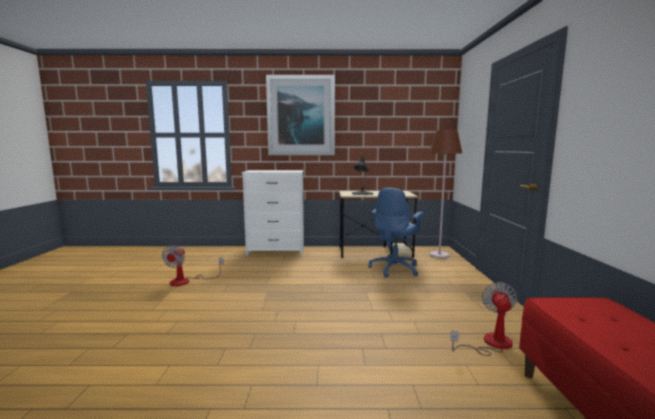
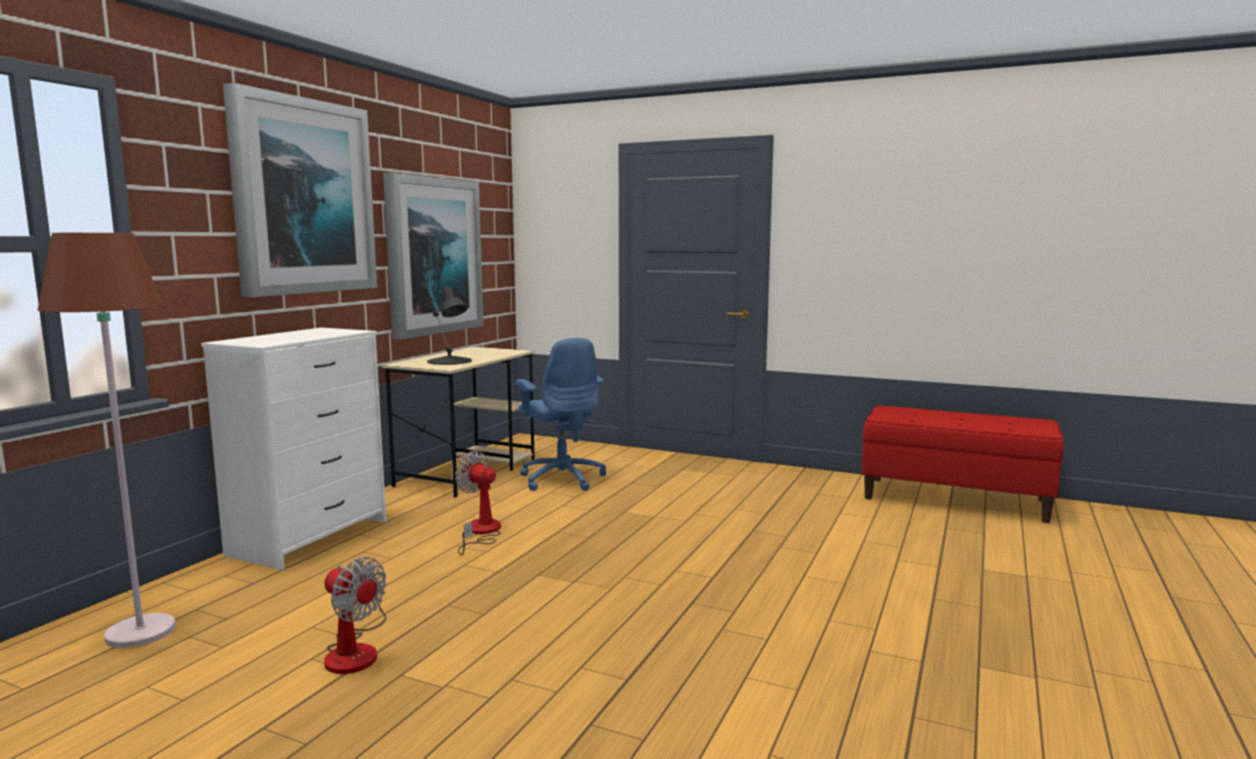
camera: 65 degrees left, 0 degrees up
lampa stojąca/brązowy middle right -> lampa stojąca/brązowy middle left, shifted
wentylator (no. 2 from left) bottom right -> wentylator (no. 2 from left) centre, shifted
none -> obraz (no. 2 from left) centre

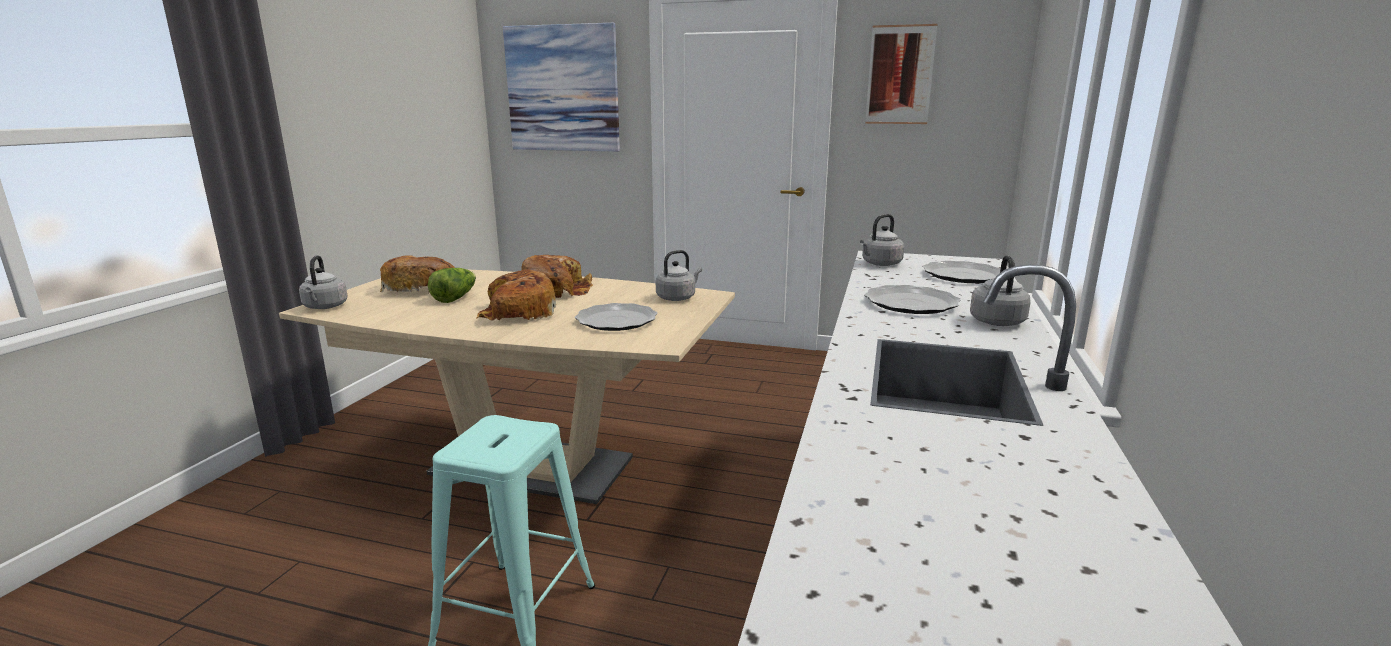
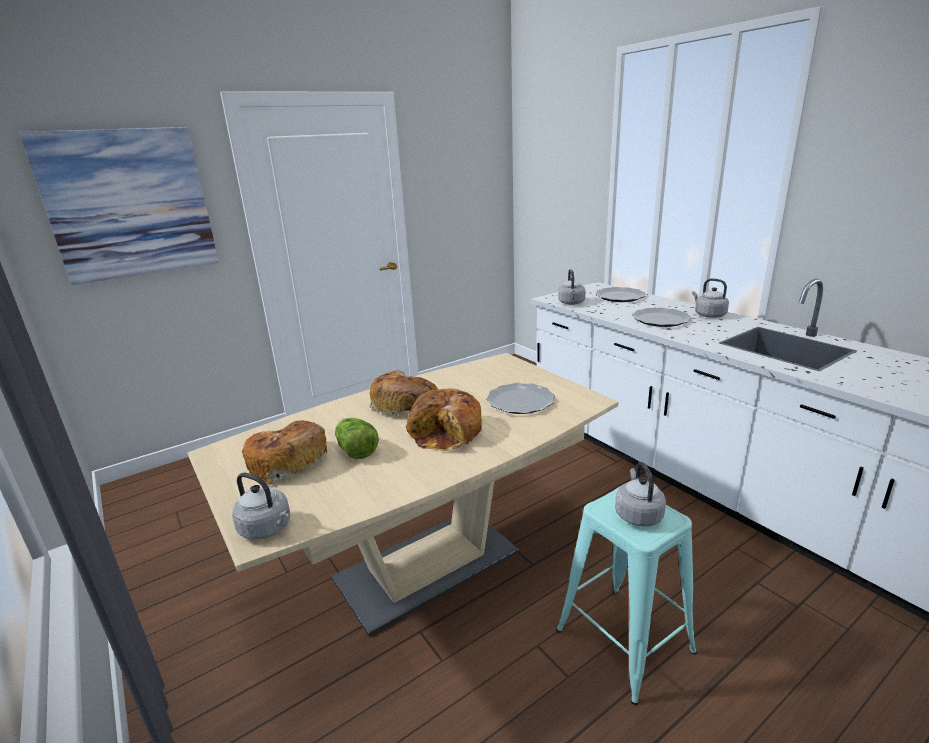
camera: 50 degrees left, 5 degrees up
czajnik/szary (no. 2 from left in the first image) centre -> czajnik/szary (no. 3 from left) middle right, shifted
obraz (no. 2 from left) top centre -> none

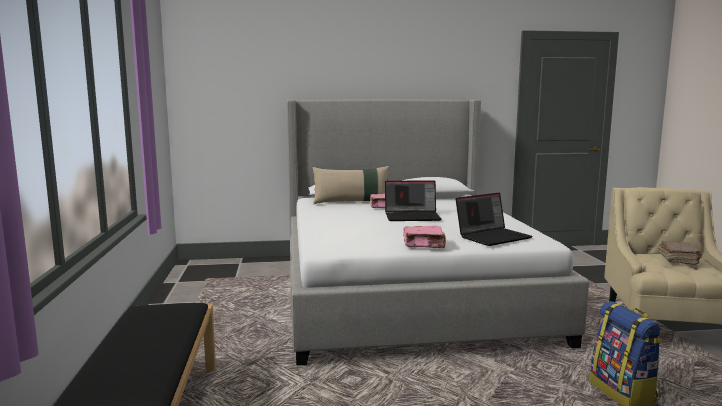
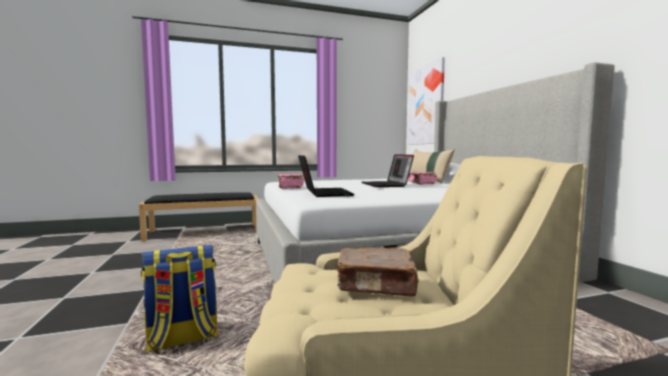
camera: 80 degrees right, 5 degrees down
laptop (no. 2 from left in the first image) middle right -> laptop (no. 1 from left) centre, 150 degrees counterclockwise
none -> obraz top centre

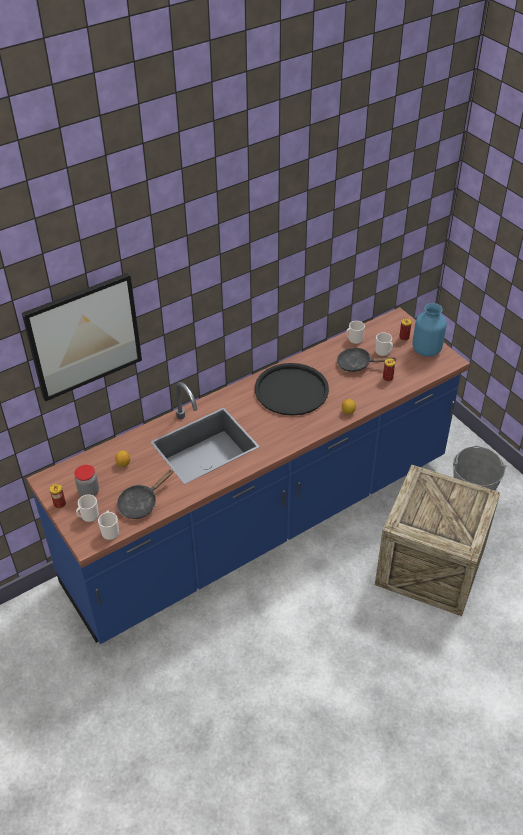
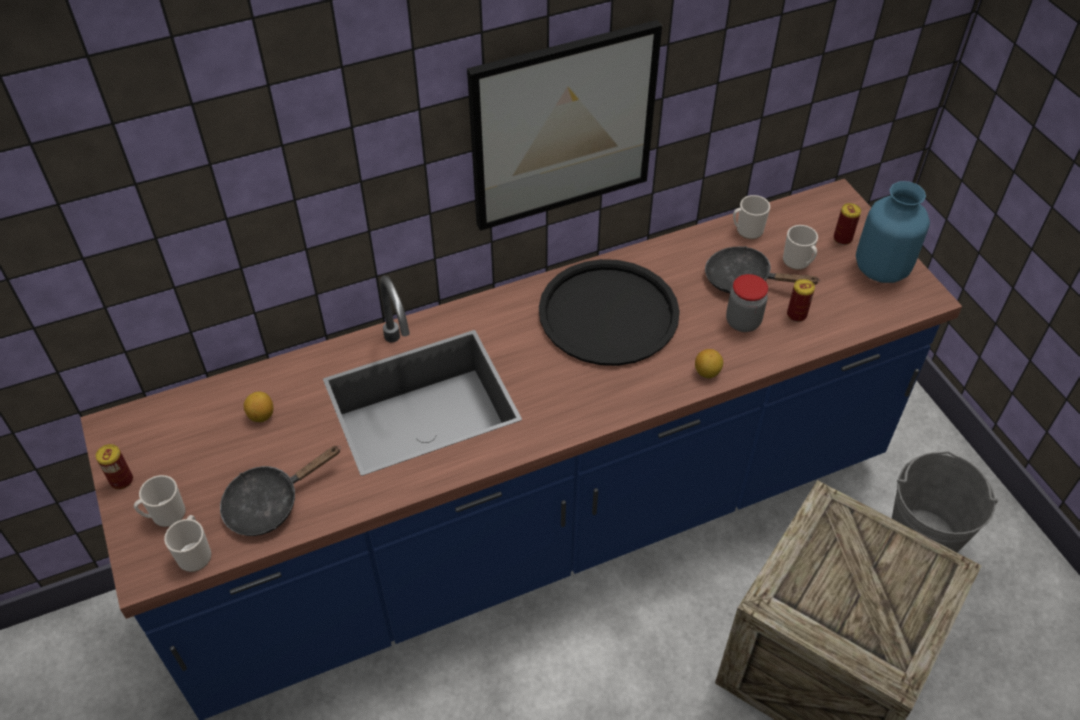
camera: 10 degrees right, 5 degrees up
obraz middle left -> obraz top centre, shifted
słoik middle left -> słoik middle right, shifted

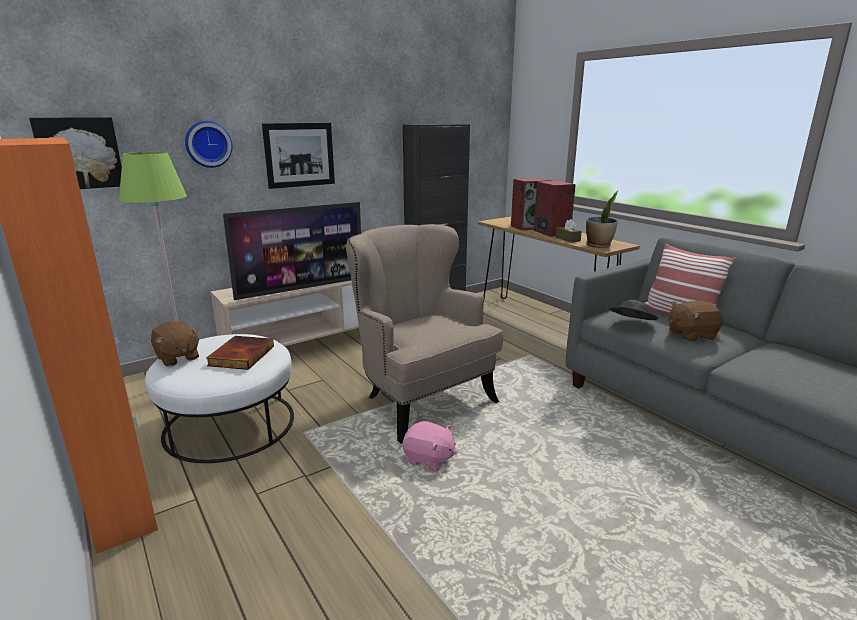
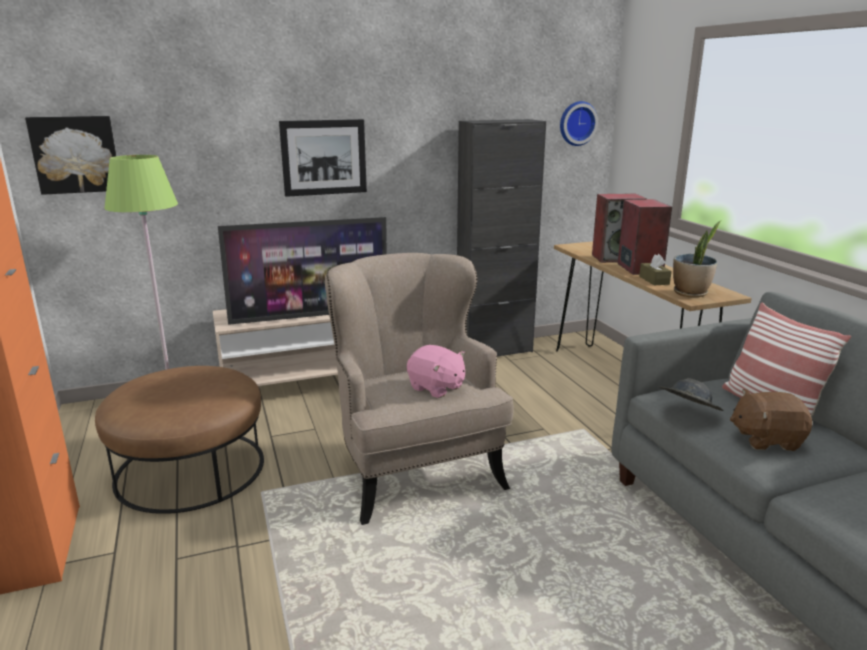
camera: 15 degrees right, 0 degrees up
pufa/biały middle left -> pufa/brązowy bottom left
pluszak/brązowy (no. 1 from left) middle left -> none
zegar ścienny top left -> zegar ścienny top right, shifted
książka middle left -> none
pluszak/różowy bottom centre -> pluszak/różowy centre, shifted

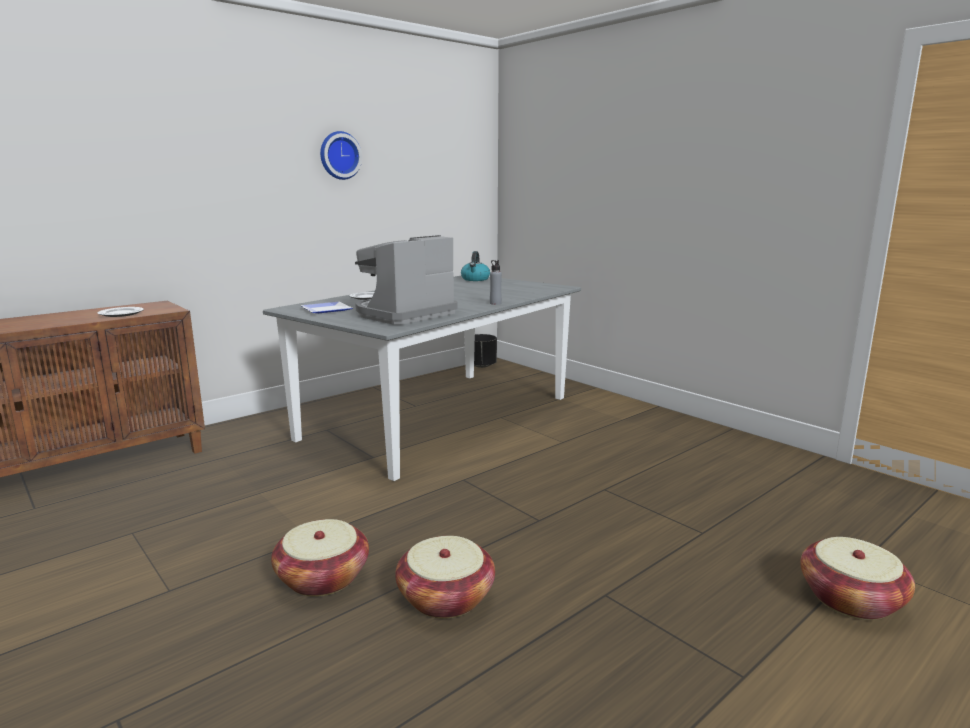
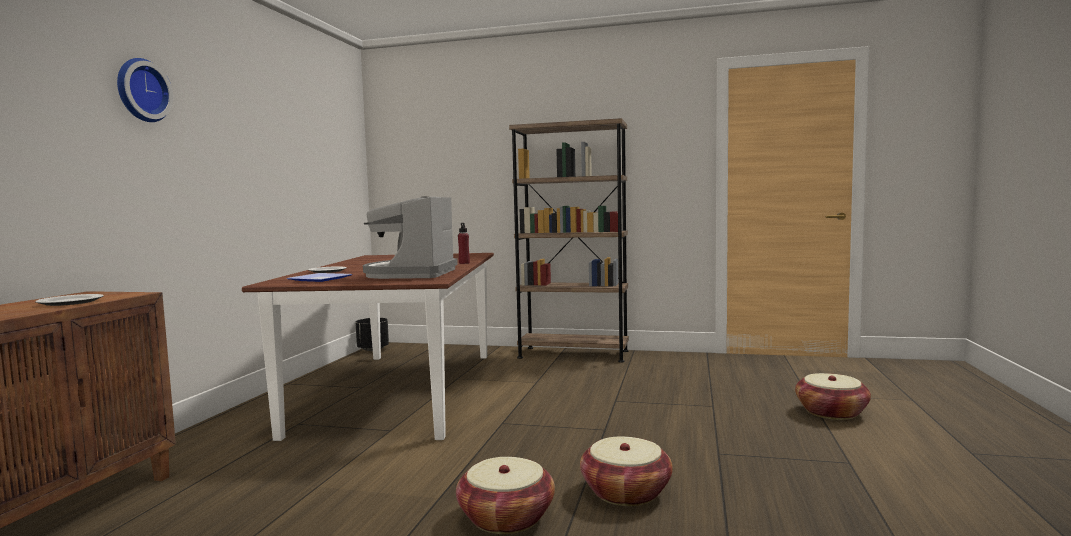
camera: 35 degrees left, 10 degrees down
stół jadalny/szary centre -> stół jadalny/brązowy centre
zegar ścienny top centre -> zegar ścienny top left, shifted
czajnik centre -> none
butelka/szary centre -> butelka/czerwony centre
none -> regał/brązowy centre

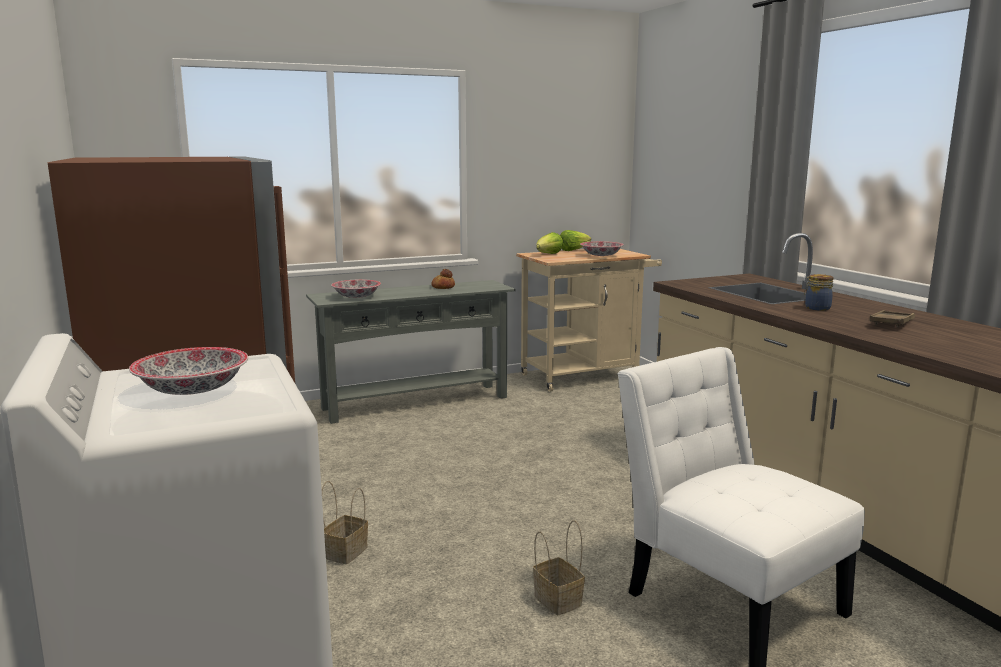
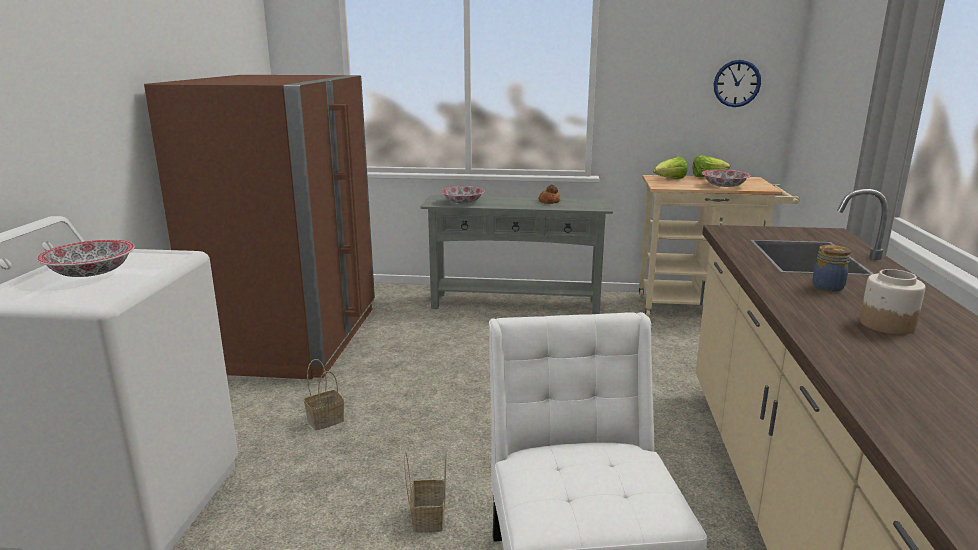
camera: 30 degrees right, 5 degrees up
taca/brązowy middle right -> słoik (no. 2 from left) middle right
none -> zegar ścienny top right

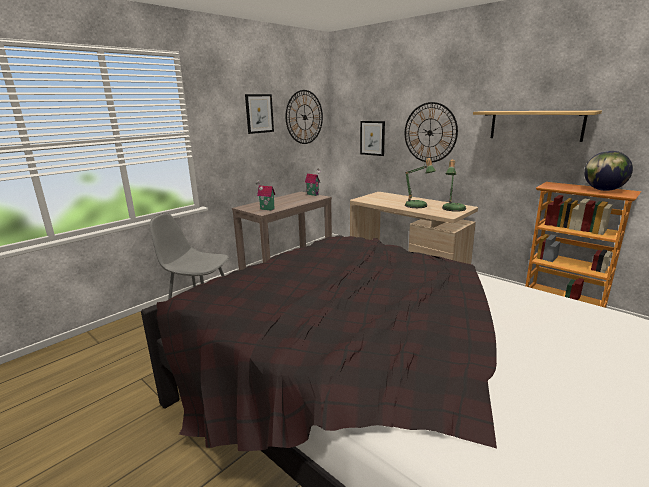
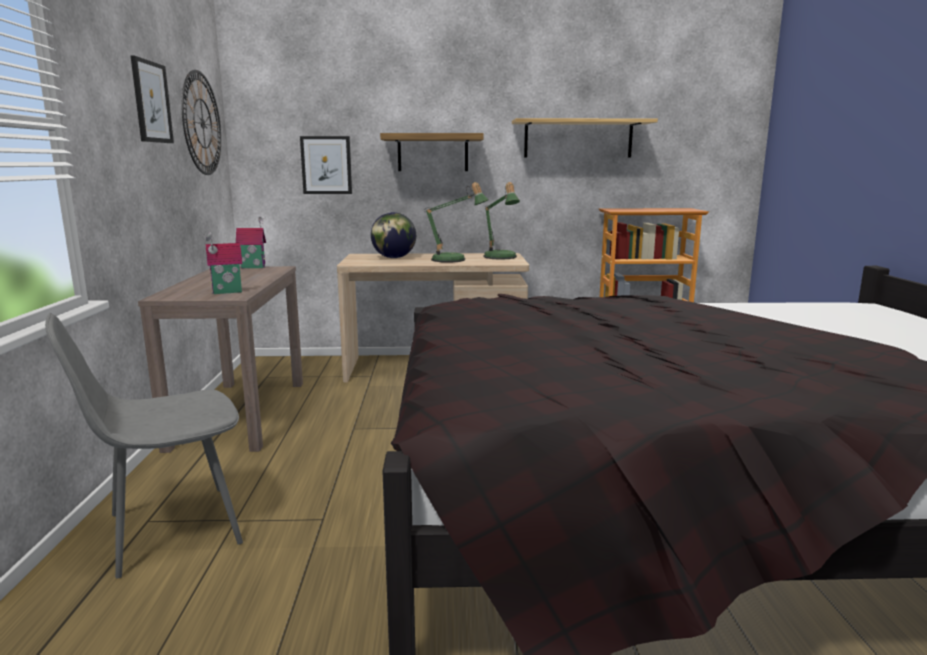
camera: 45 degrees left, 5 degrees down
zegar ścienny (no. 2 from left) top centre -> półka (no. 1 from left) top centre
globus middle right -> globus centre, shifted

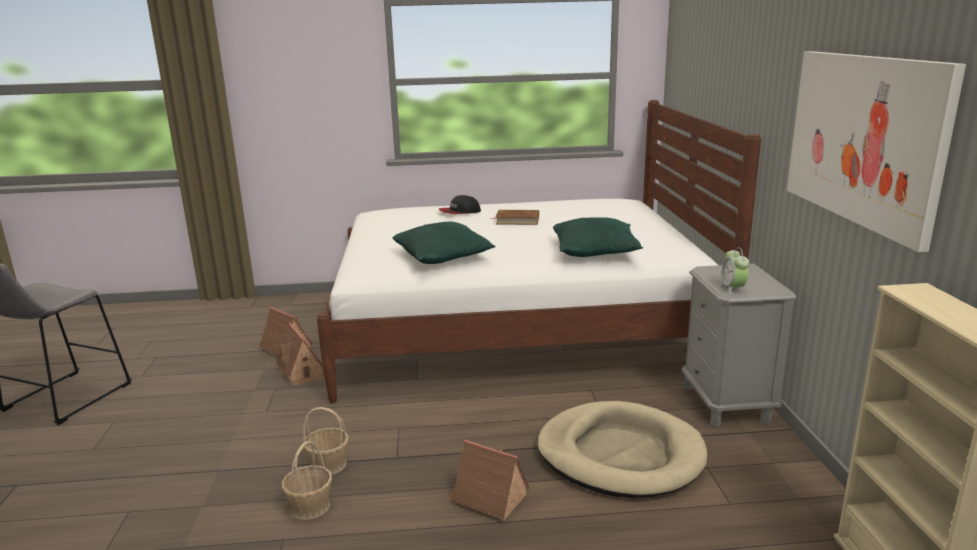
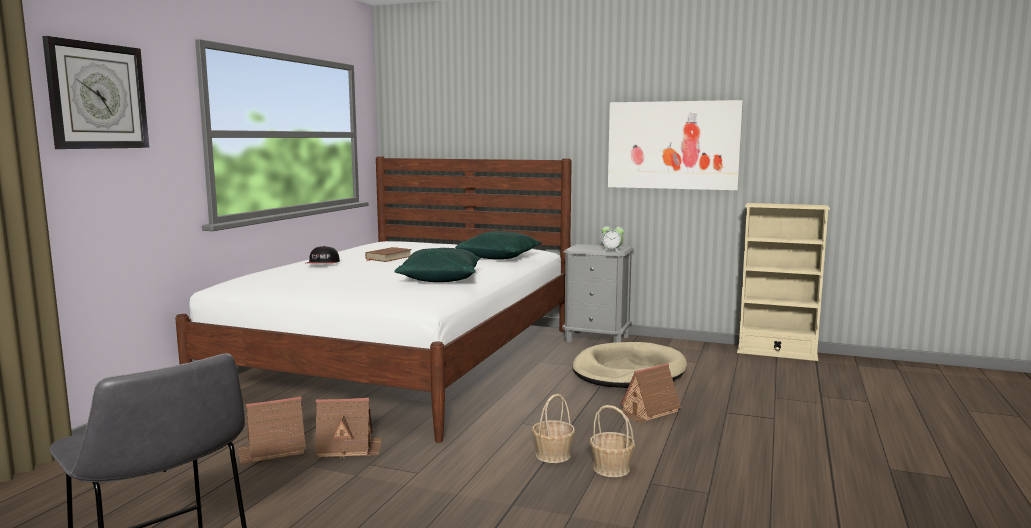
camera: 65 degrees left, 10 degrees down
none -> zegar ścienny top left

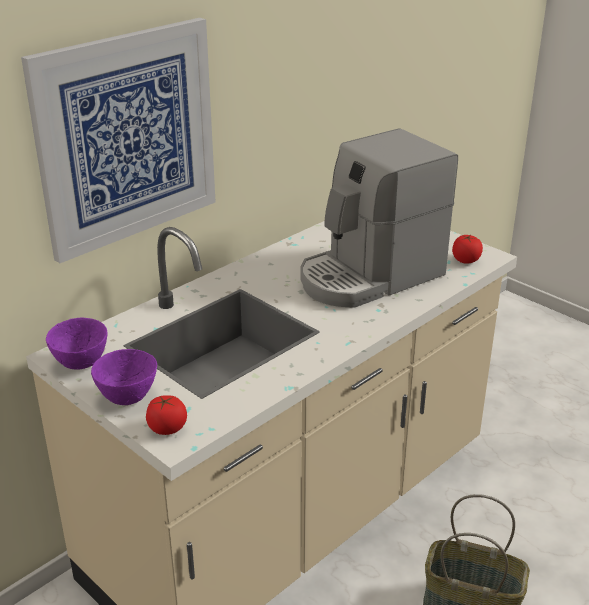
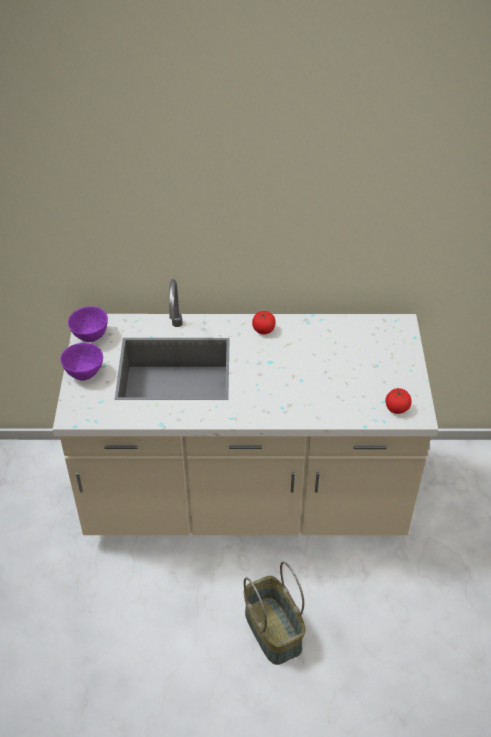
camera: 45 degrees right, 15 degrees up
obraz top left -> none
pomidor (no. 1 from left) bottom left -> pomidor (no. 1 from left) centre, shifted
ekspres do kawy centre -> none

